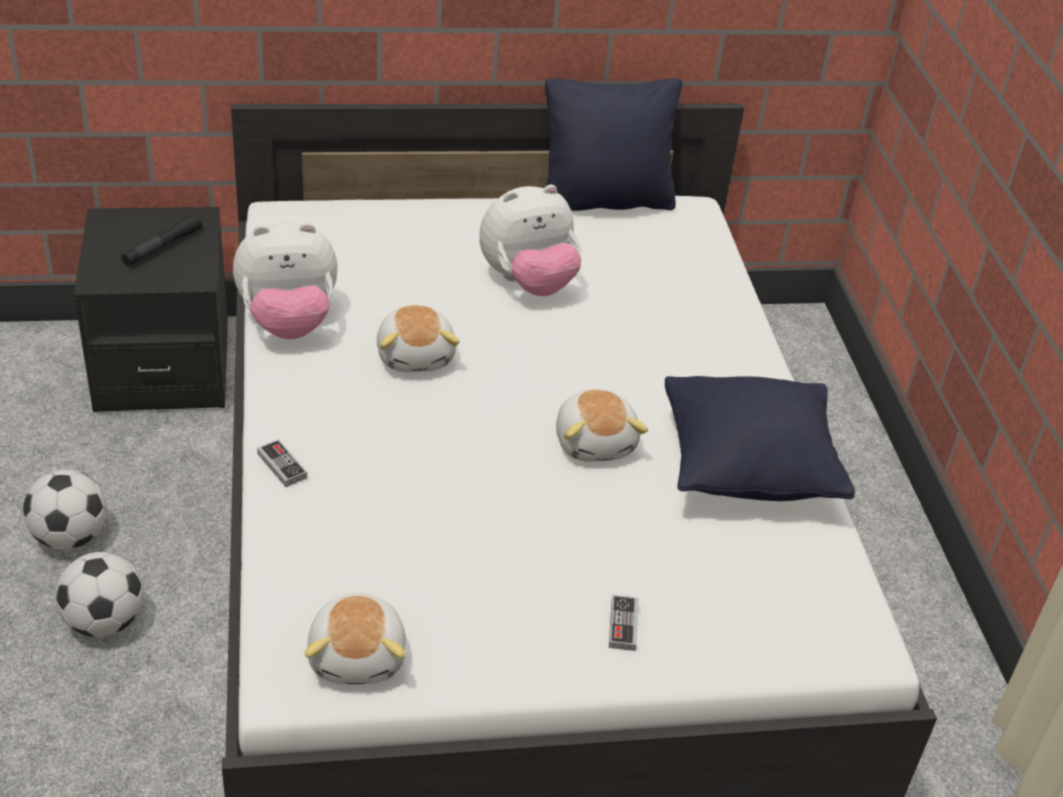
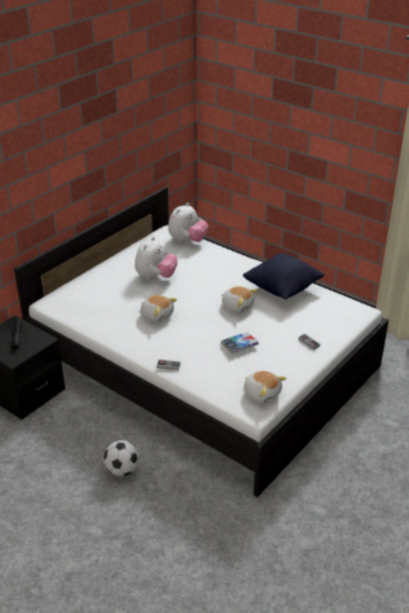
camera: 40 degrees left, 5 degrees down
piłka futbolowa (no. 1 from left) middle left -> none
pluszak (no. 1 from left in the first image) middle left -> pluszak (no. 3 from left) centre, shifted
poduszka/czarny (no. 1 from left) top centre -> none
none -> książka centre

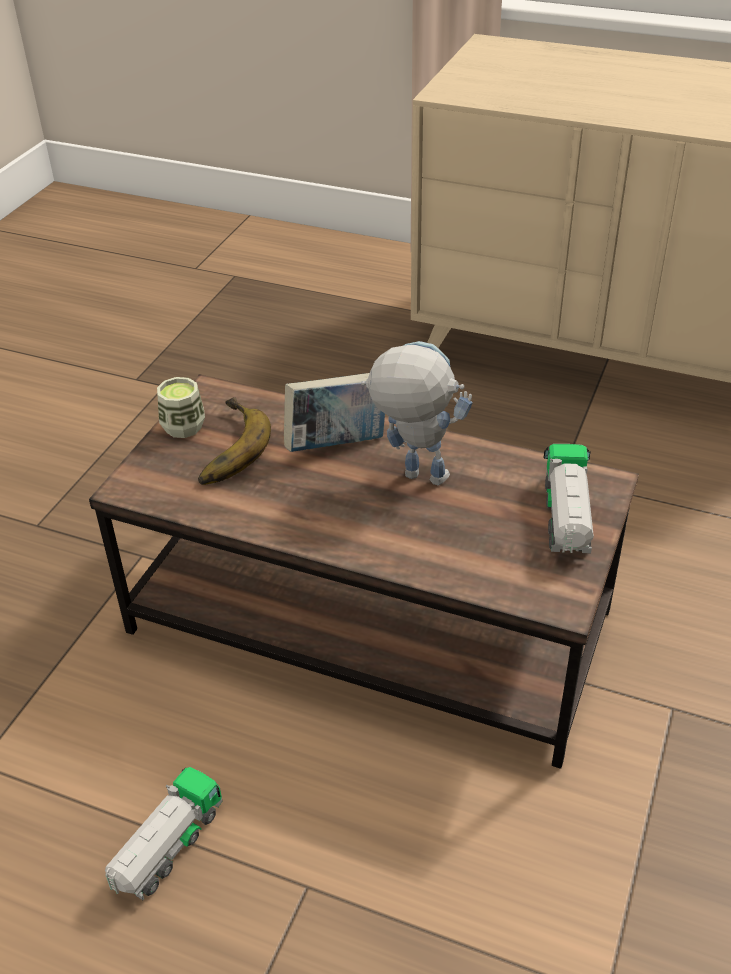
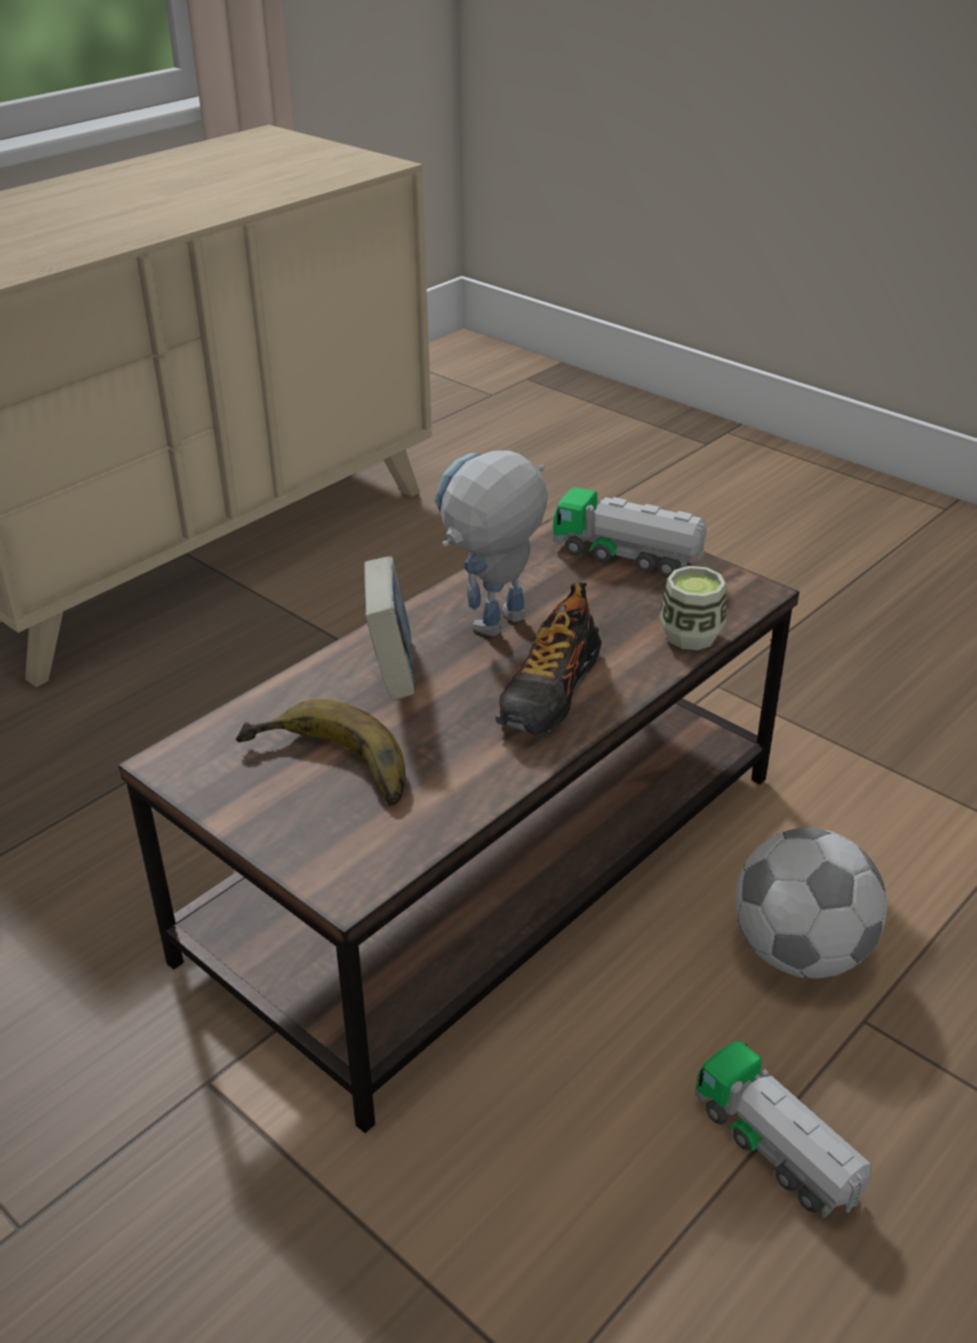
camera: 70 degrees left, 5 degrees down
filiżanka middle left -> filiżanka middle right, shifted
none -> but centre
none -> piłka futbolowa bottom right

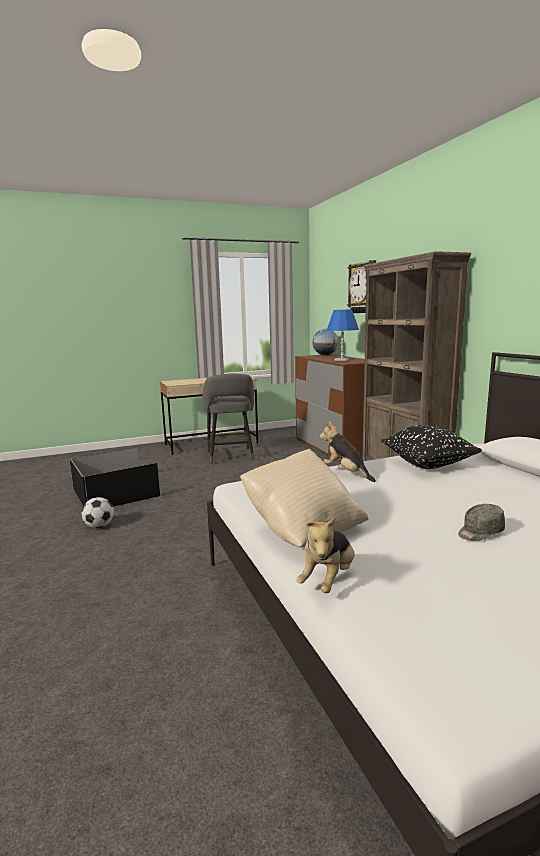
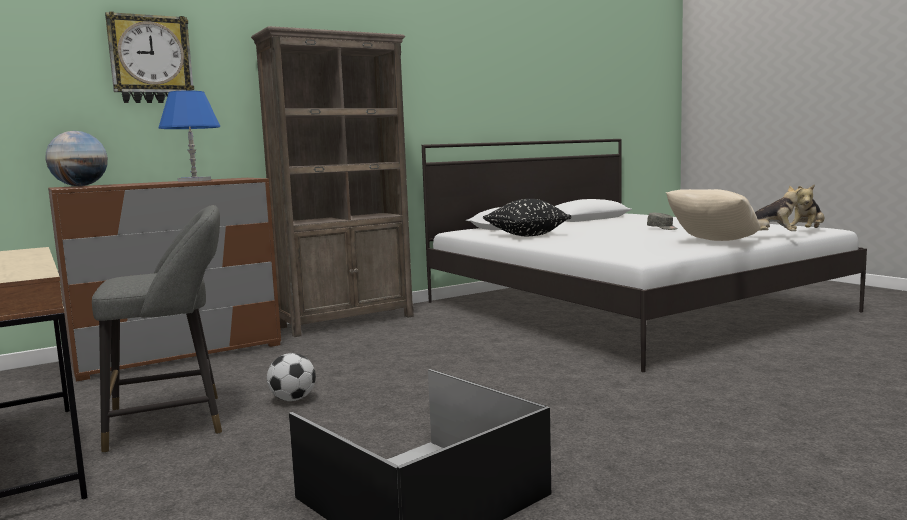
camera: 100 degrees left, 5 degrees down
piłka futbolowa middle left -> piłka futbolowa bottom left, shifted
pluszak (no. 2 from left) centre -> pluszak (no. 2 from left) middle right, shifted

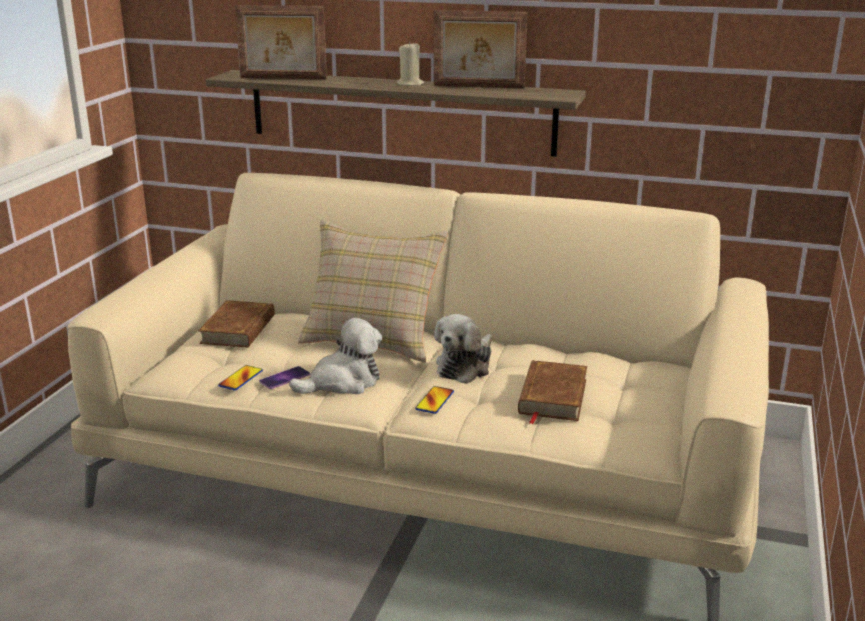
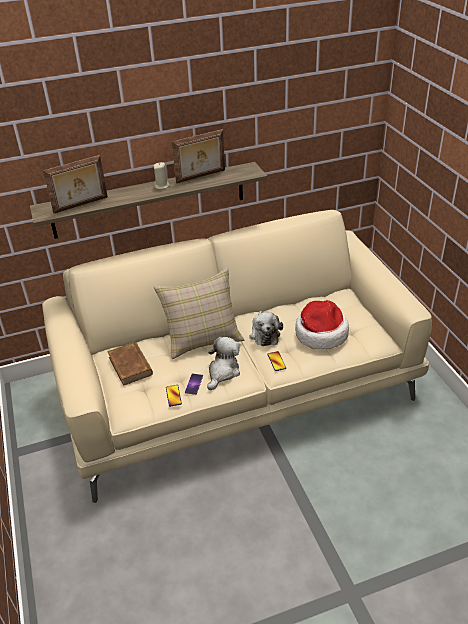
camera: 35 degrees left, 15 degrees up
książka/brązowy (no. 2 from left) centre -> kapelusz middle right

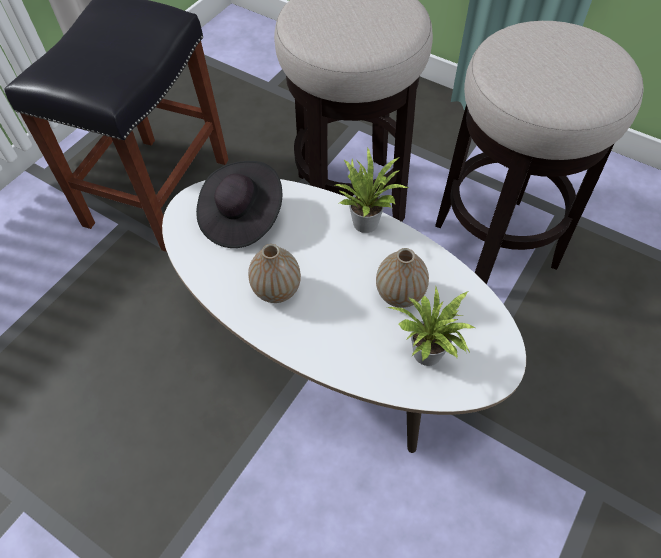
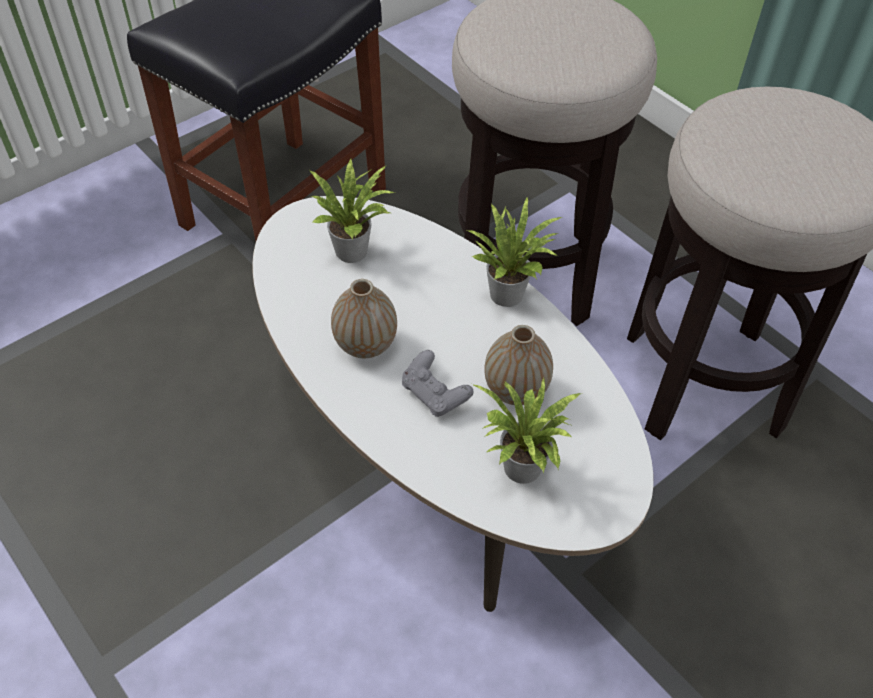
camera: 15 degrees right, 5 degrees down
kapelusz/czarny centre -> roślina doniczkowa (no. 1 from left) top centre
none -> pad do gier/szary centre

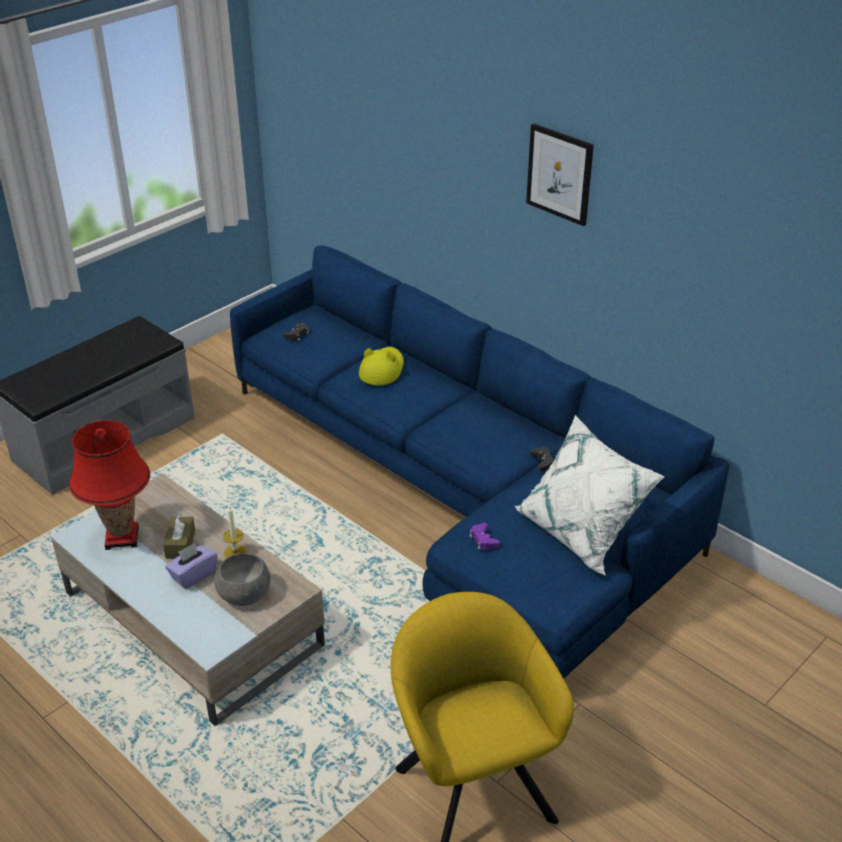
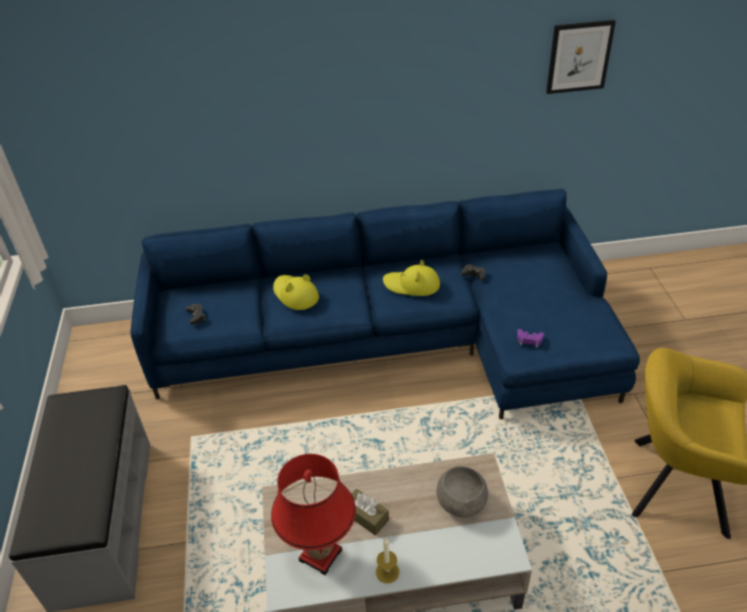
camera: 50 degrees left, 5 degrees up
pudełko chusteczek/fioletowy bottom left -> none
świeca middle left -> świeca bottom centre, shifted
poduszka/biały middle right -> none
obraz top centre -> obraz top right, shifted
none -> kapelusz/żółty (no. 2 from left) centre

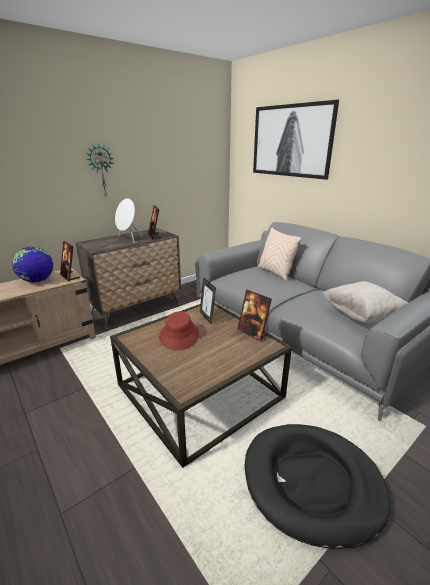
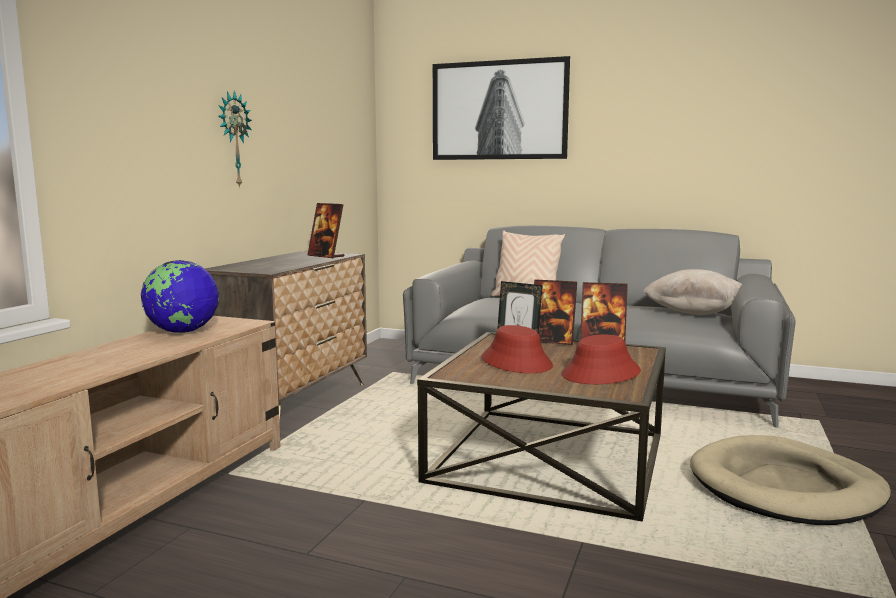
camera: 30 degrees left, 15 degrees down
ramka na zdjęcie (no. 1 from left in the first image) middle left -> ramka na zdjęcie (no. 3 from left) centre, shifted
głośnik/biały middle left -> none
legowisko/czarny bottom right -> legowisko/beżowy bottom right
none -> kapelusz/czerwony (no. 2 from left) middle right

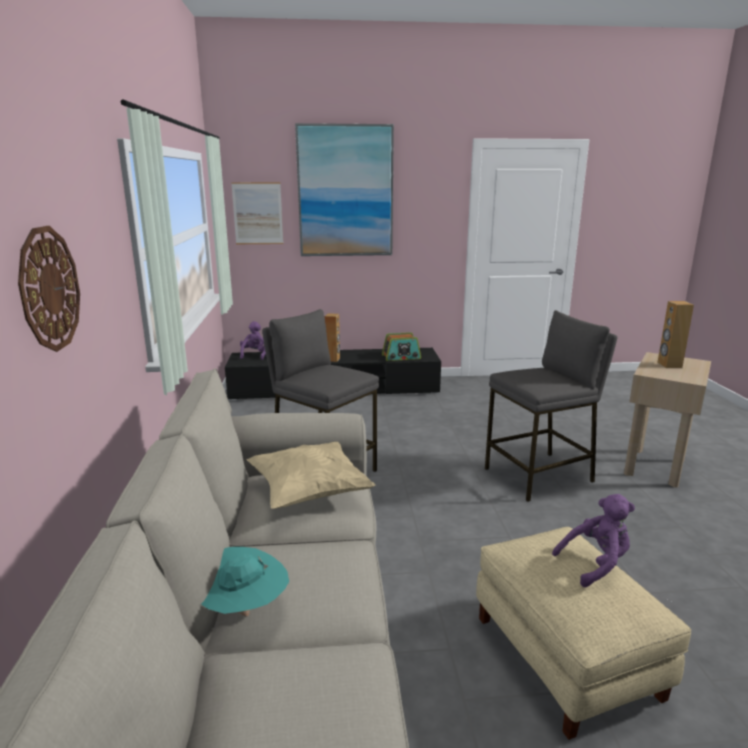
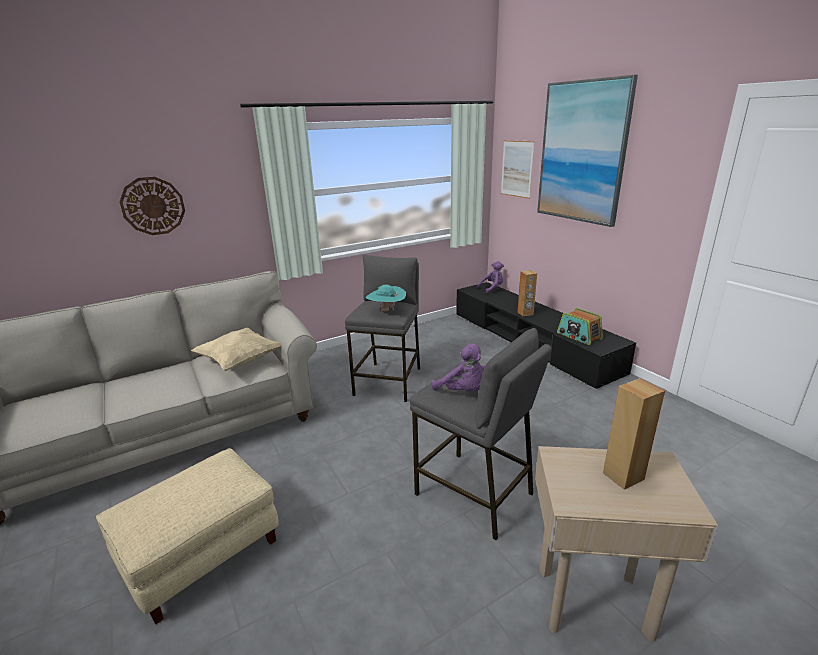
camera: 65 degrees right, 5 degrees up
kapelusz/turkusowy bottom left -> kapelusz/turkusowy centre, shifted
pluszak/fioletowy (no. 2 from left in the first image) bottom right -> pluszak/fioletowy (no. 1 from left) centre, shifted

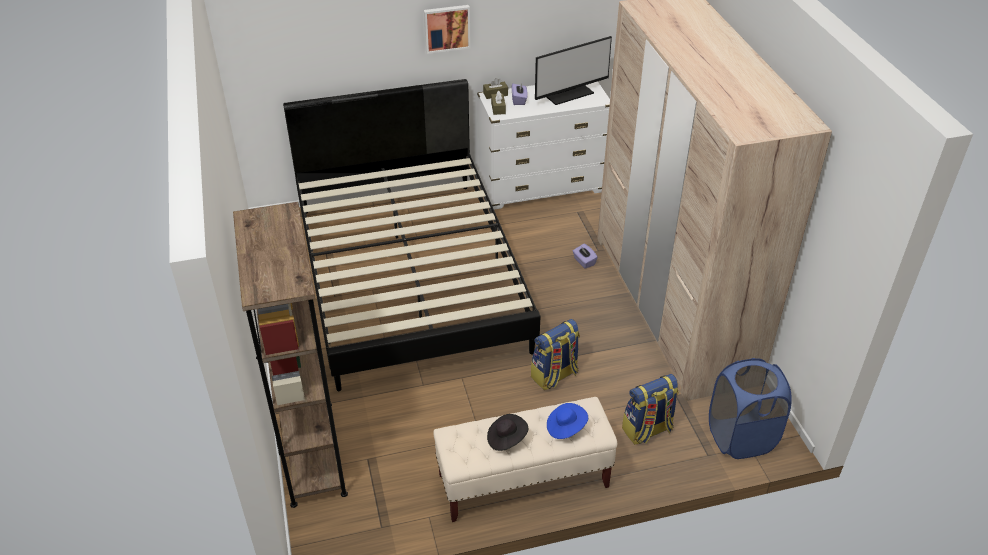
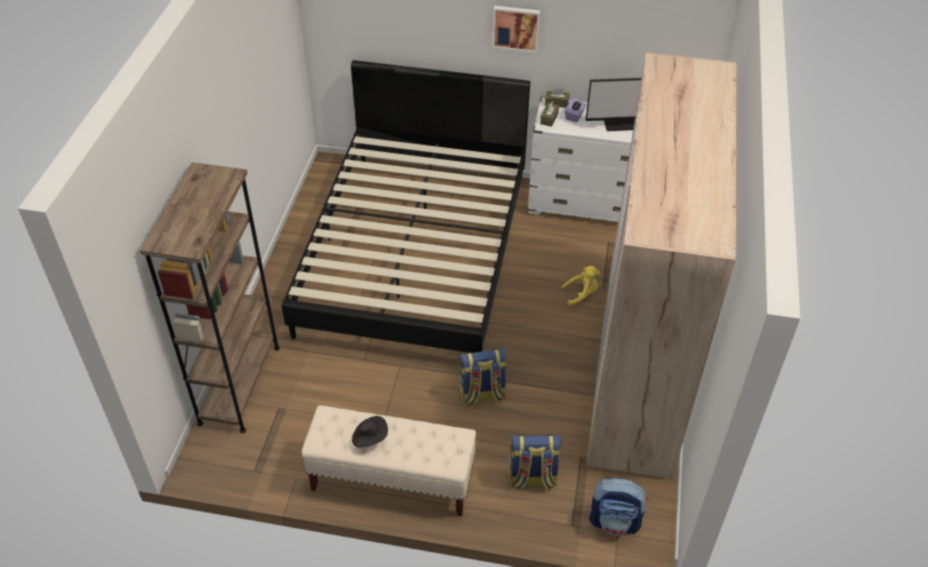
camera: 25 degrees right, 5 degrees up
kapelusz/niebieski bottom centre -> none
pudełko chusteczek/fioletowy (no. 2 from left) centre -> pluszak/żółty centre
kosz na pranie/niebieski bottom right -> plecak (no. 3 from left) bottom centre

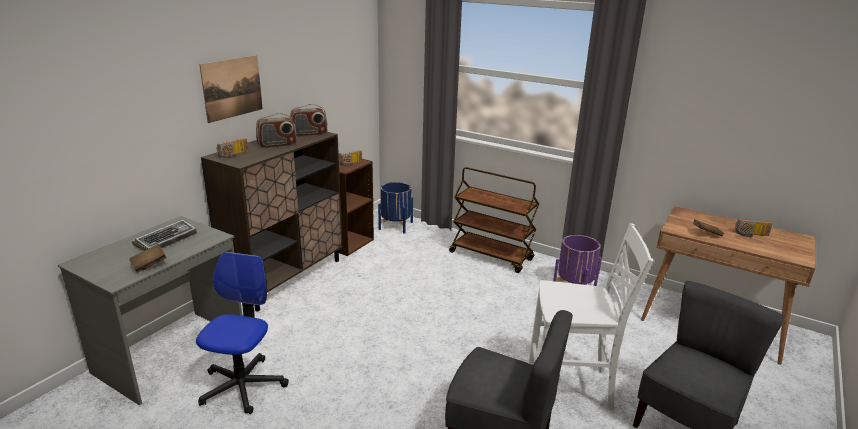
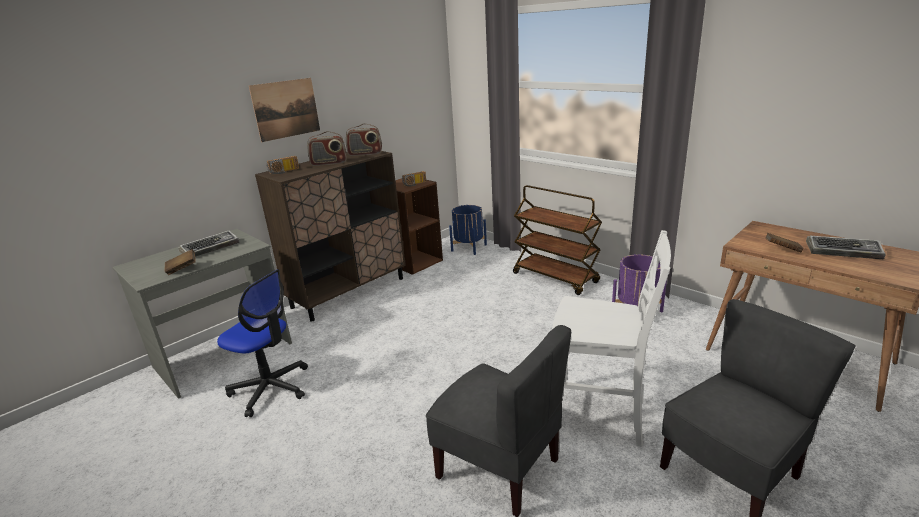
camera: 15 degrees right, 0 degrees up
krzesło biurowe bottom left -> krzesło biurowe middle left, 90 degrees clockwise
radio (no. 5 from left) middle right -> klawiatura (no. 2 from left) middle right

